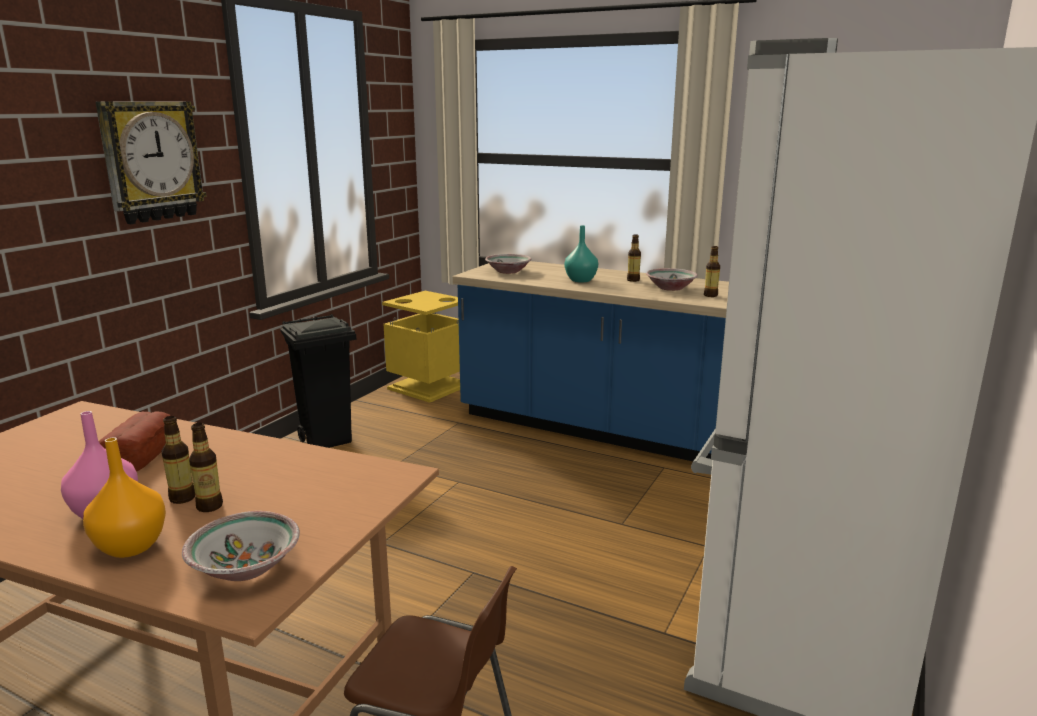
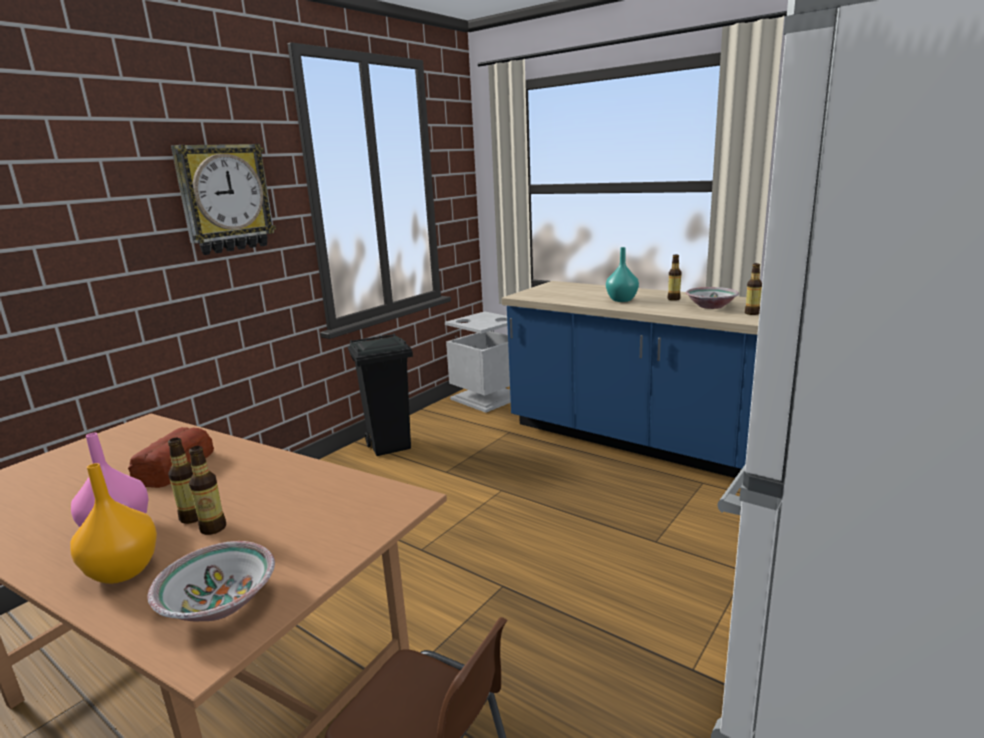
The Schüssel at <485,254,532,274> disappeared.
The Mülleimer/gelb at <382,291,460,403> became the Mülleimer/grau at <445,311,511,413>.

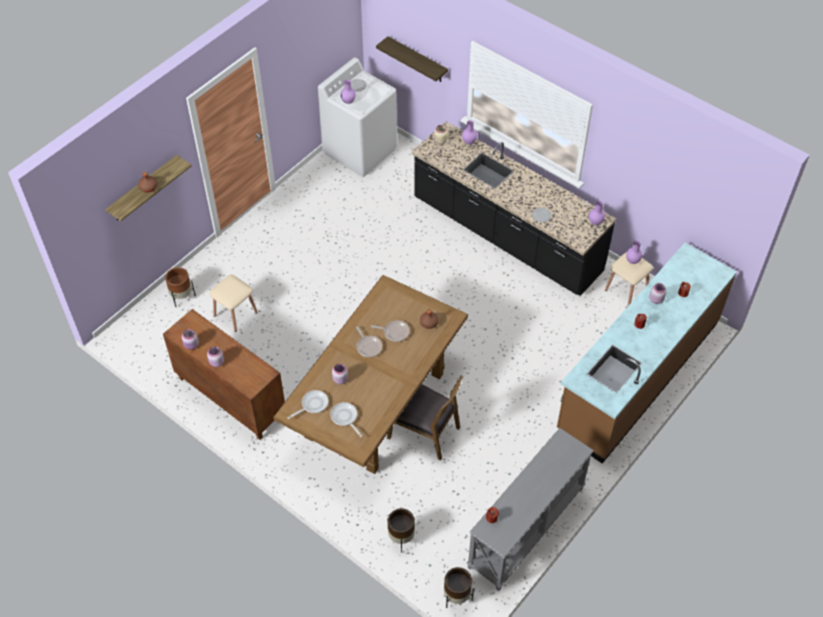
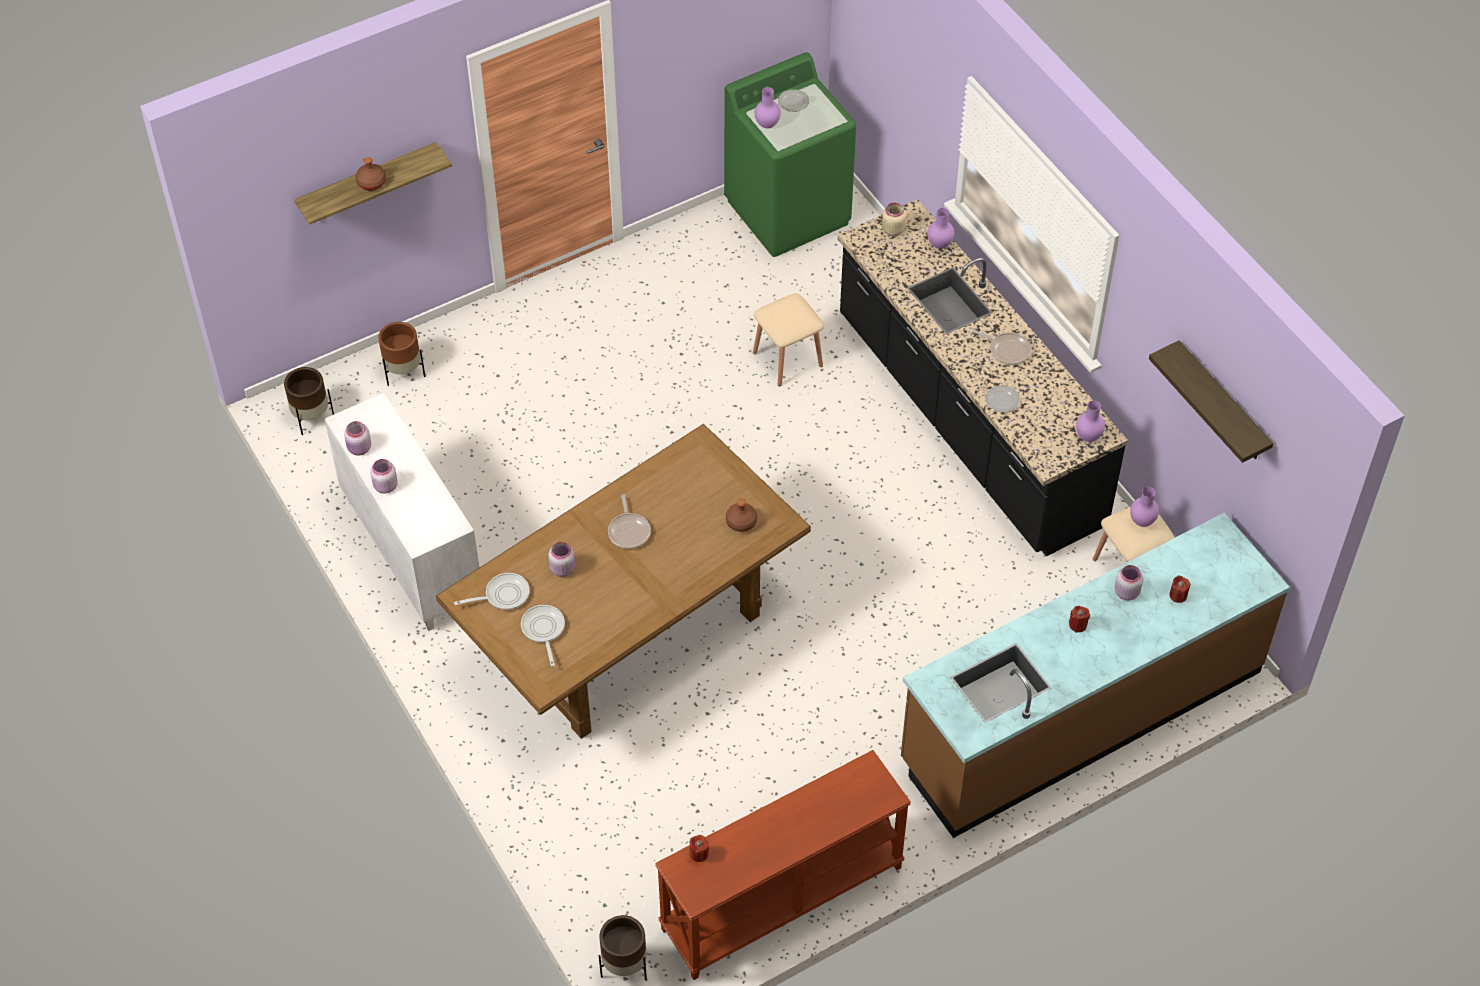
The Stuhl/braun at <387,376,463,460> disappeared.
The Hocker/beige moved from <209,275,258,332> to <753,293,824,386>.
The Pfanne moved from <371,320,410,342> to <973,329,1031,365>.
The Wandregal moved from <376,36,448,82> to <1149,340,1274,463>.
The Pflanzkübel/braun moved from <388,508,415,553> to <284,367,334,435>.
The Schrank/braun at <163,309,285,440> became the Schrank/weiß at <325,393,480,631>.
The Waschmaschine/weiß at <318,57,397,177> became the Waschmaschine/grün at <724,52,856,257>.
The Konsolentisch/grau at <467,428,594,591> became the Konsolentisch/braun at <655,750,911,980>.

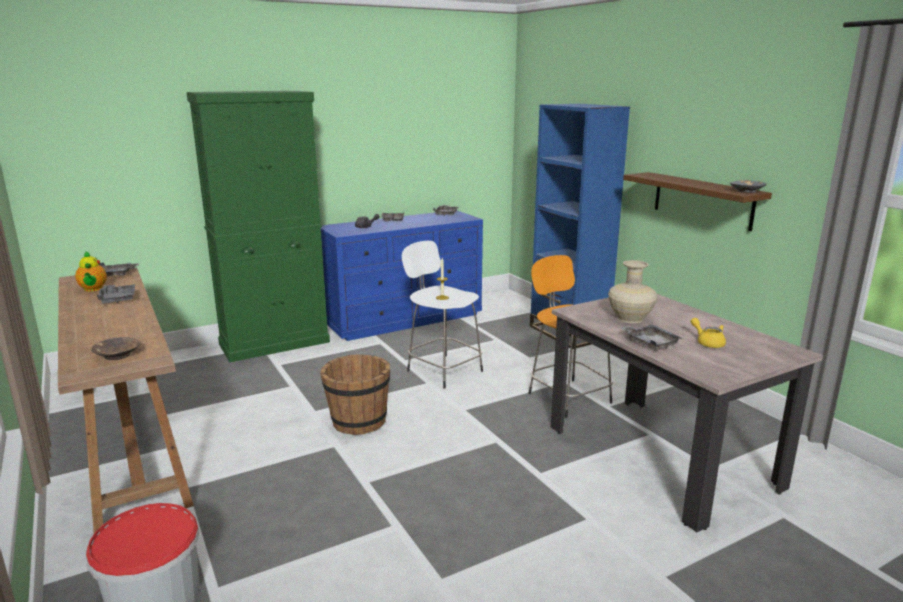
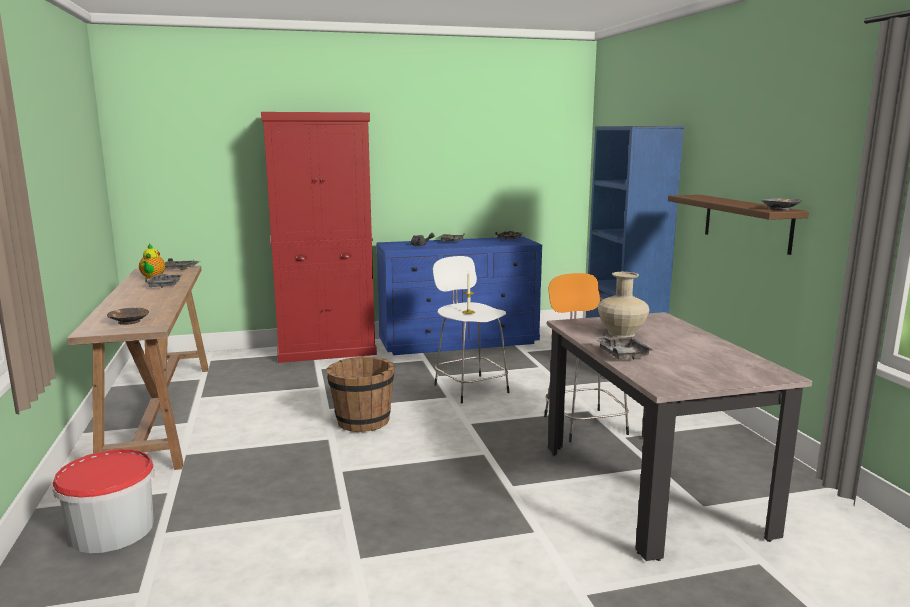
The Teekanne/gelb at <691,318,726,348> disappeared.
The Schrank/grün at <186,91,330,362> became the Schrank/rot at <261,112,377,363>.

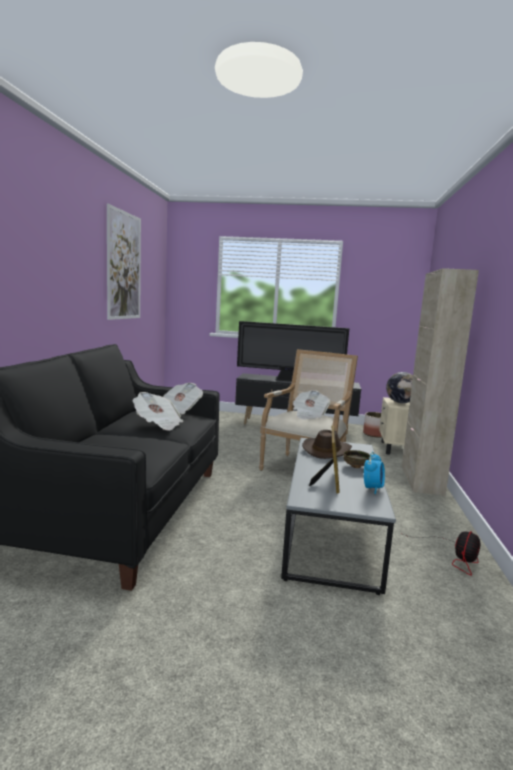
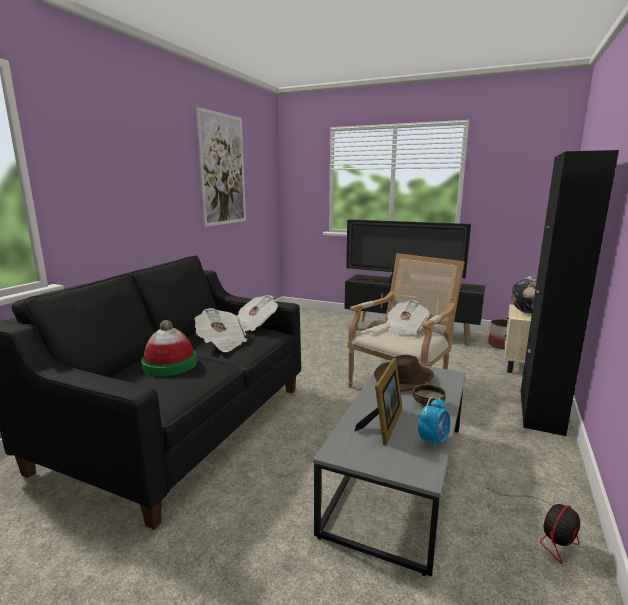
The Hut at <141,320,197,376> appeared.
The Schrank/beige at <402,268,479,496> became the Schrank/schwarz at <520,150,619,436>.

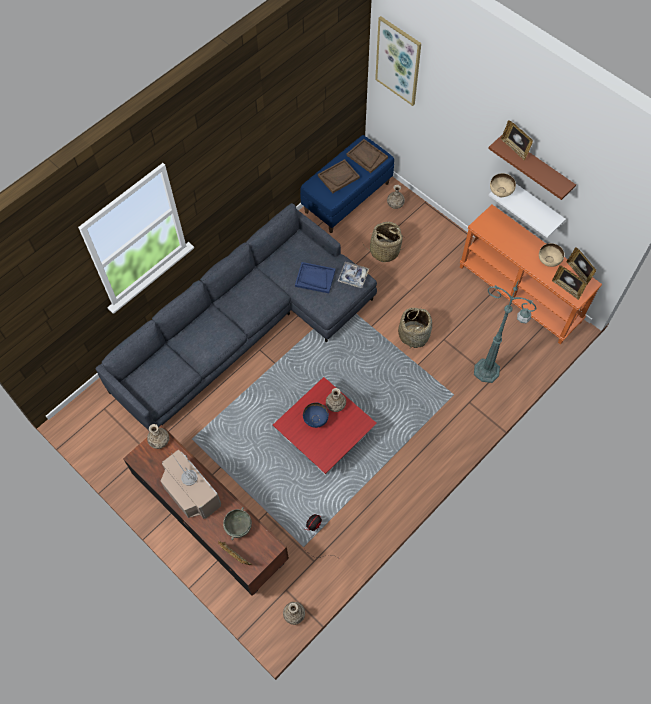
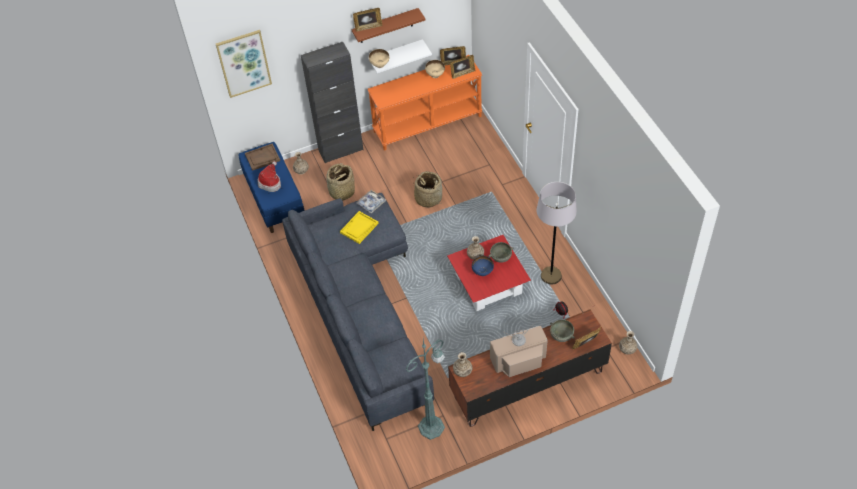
The Schrank/schwarz at <301,42,363,163> appeared.
The Schüssel/grau at <489,242,514,263> appeared.
The Stehlampe/grau at <536,182,577,285> appeared.
The Stehlampe/grün moved from <474,279,537,383> to <406,338,445,440>.
The Tablett/braun at <318,159,360,193> was replaced by the Hut at <257,161,281,192>.
The Tablett/blau at <295,262,336,293> became the Tablett/gelb at <340,211,379,244>.

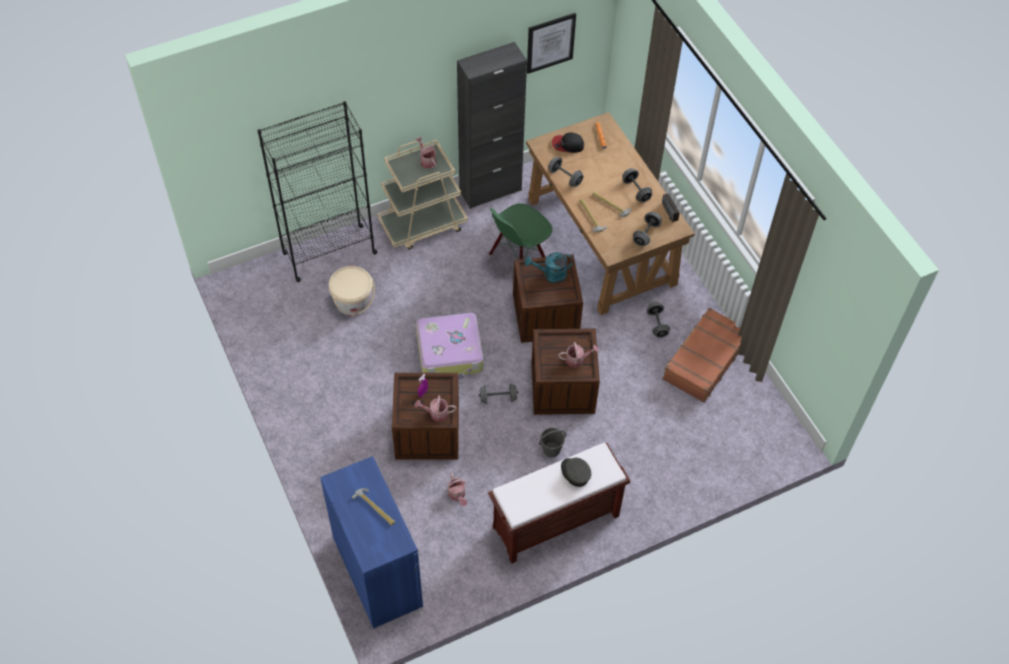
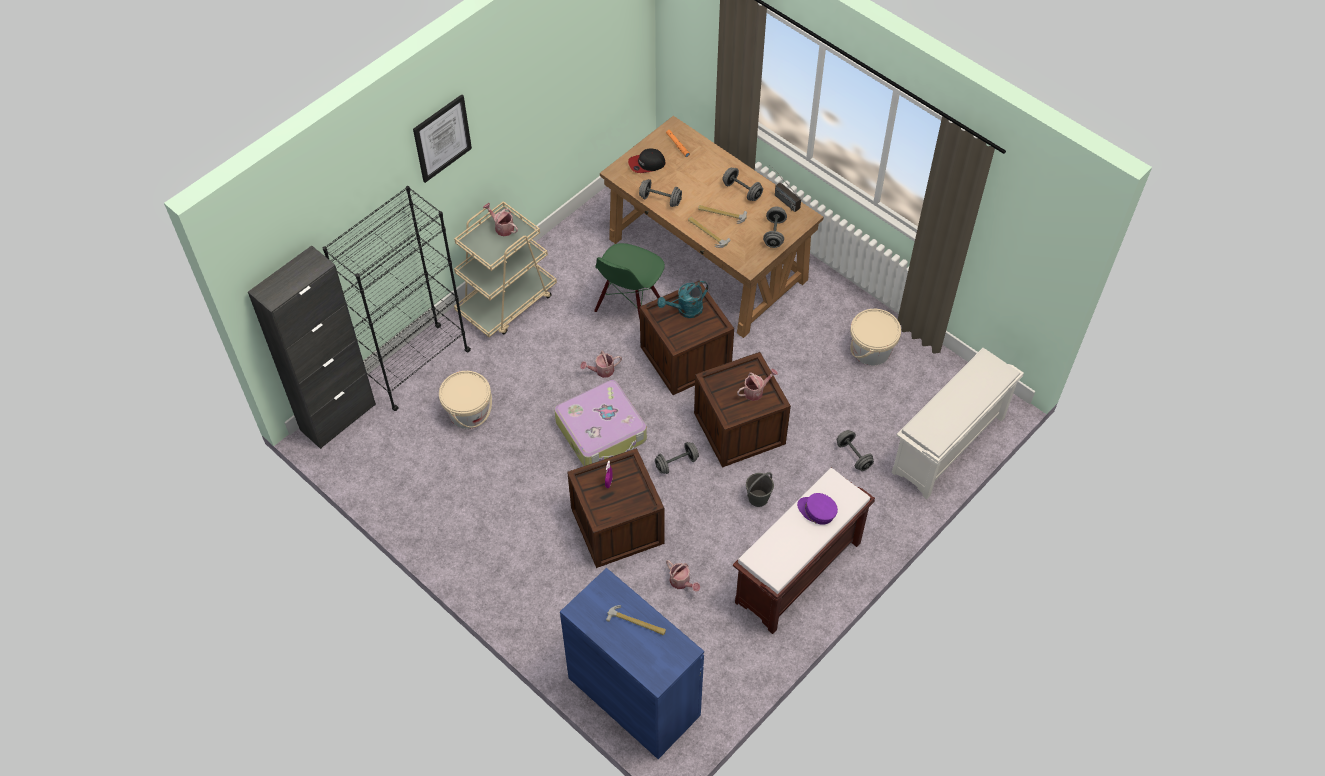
The Schuhregal/weiß at <892,348,1024,499> appeared.
The Gießkanne moved from <415,396,456,421> to <580,351,622,378>.
The Schrank/schwarz moved from <457,42,527,209> to <248,245,376,449>.
The Bild moved from <527,13,576,74> to <413,94,472,183>.
The Hantel/grau moved from <647,302,670,338> to <837,430,874,471>.
The Koffer/braun at <663,308,742,403> was replaced by the Eimer/beige at <850,309,901,366>.
The Kappe/grau at <561,458,591,487> became the Kappe/lila at <797,493,838,525>.

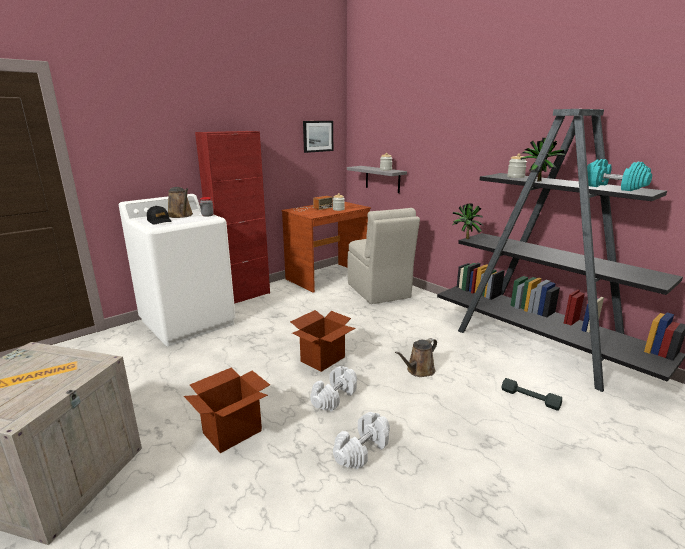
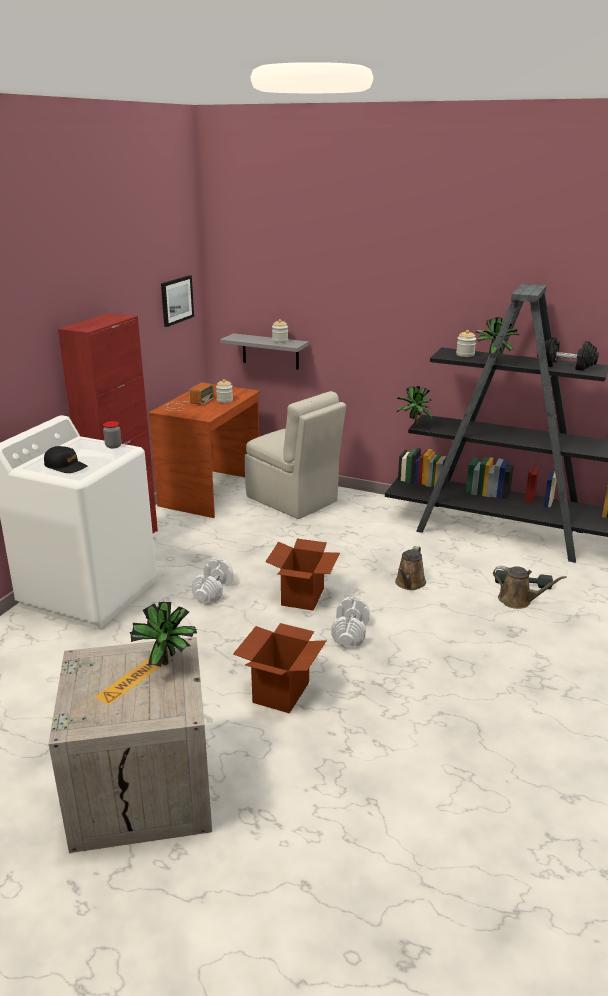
The Topfpflanze at <130,602,197,667> appeared.
The Gießkanne/braun moved from <168,187,193,218> to <493,566,567,609>.
The Hantel/weiß moved from <333,412,390,469> to <192,558,234,602>.
The Hantel/türkis at <587,159,652,191> became the Hantel/schwarz at <537,337,599,371>.

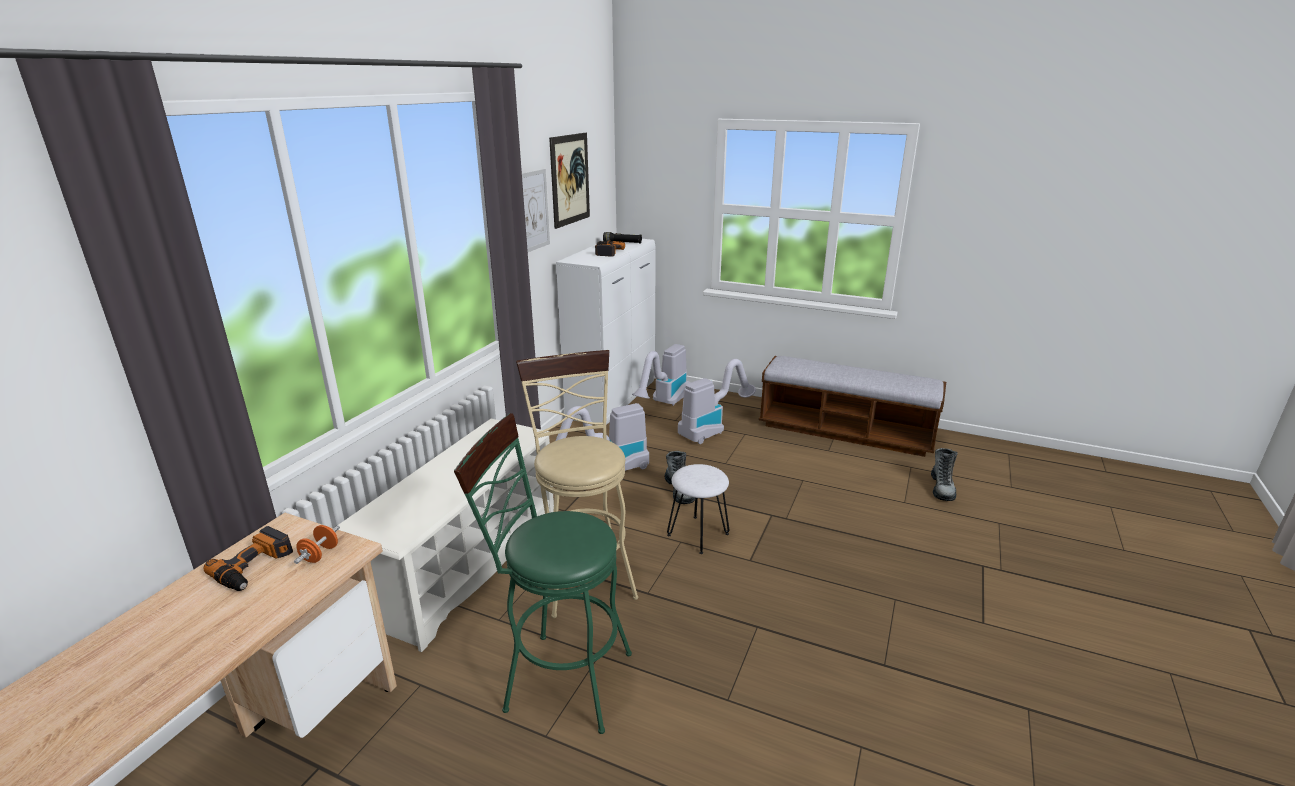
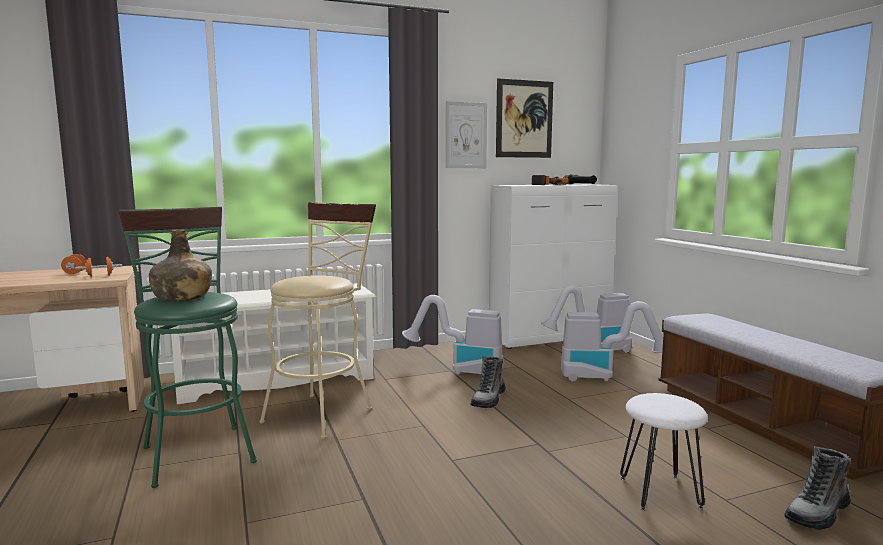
The Flasche/grün at <149,229,212,301> appeared.
The Hocker/weiß moved from <667,464,729,554> to <620,393,708,511>.
The Bohrmaschine at <203,526,293,591> was replaced by the Hantel/orange at <61,254,86,274>.

